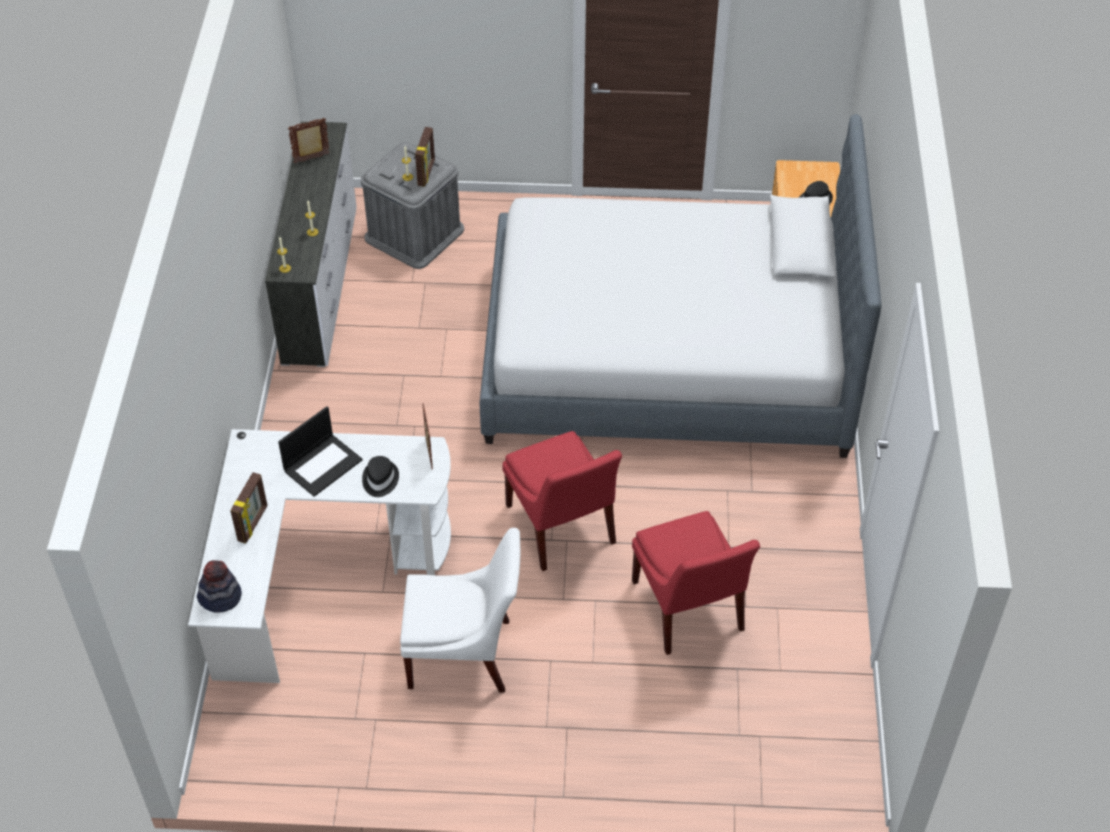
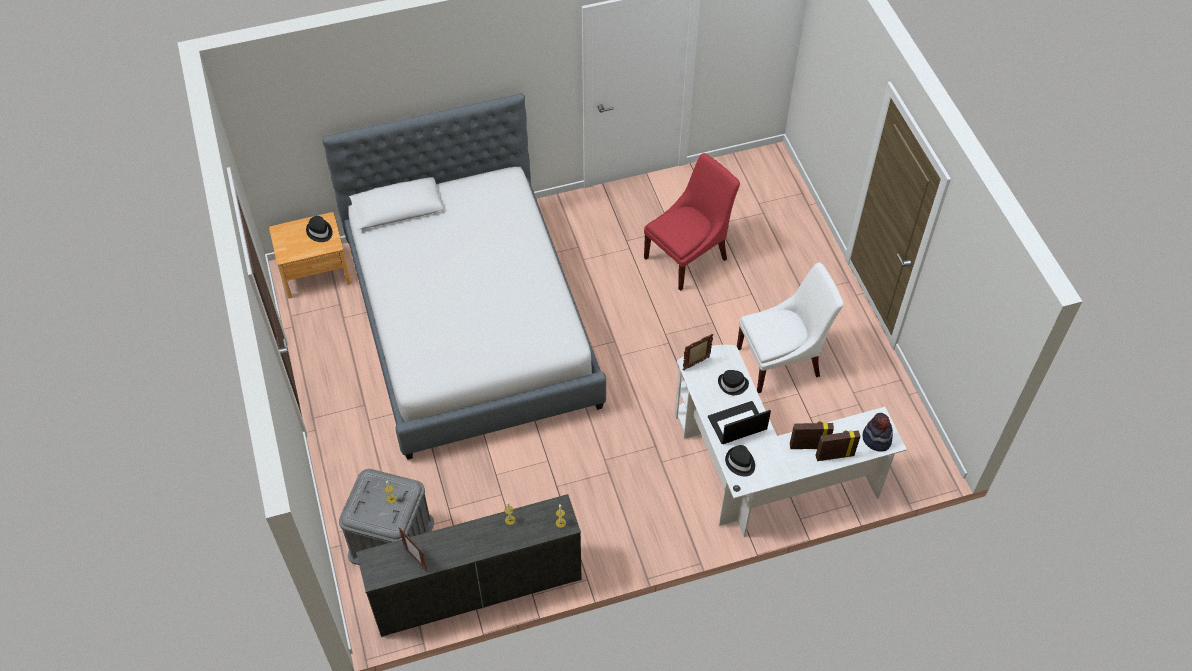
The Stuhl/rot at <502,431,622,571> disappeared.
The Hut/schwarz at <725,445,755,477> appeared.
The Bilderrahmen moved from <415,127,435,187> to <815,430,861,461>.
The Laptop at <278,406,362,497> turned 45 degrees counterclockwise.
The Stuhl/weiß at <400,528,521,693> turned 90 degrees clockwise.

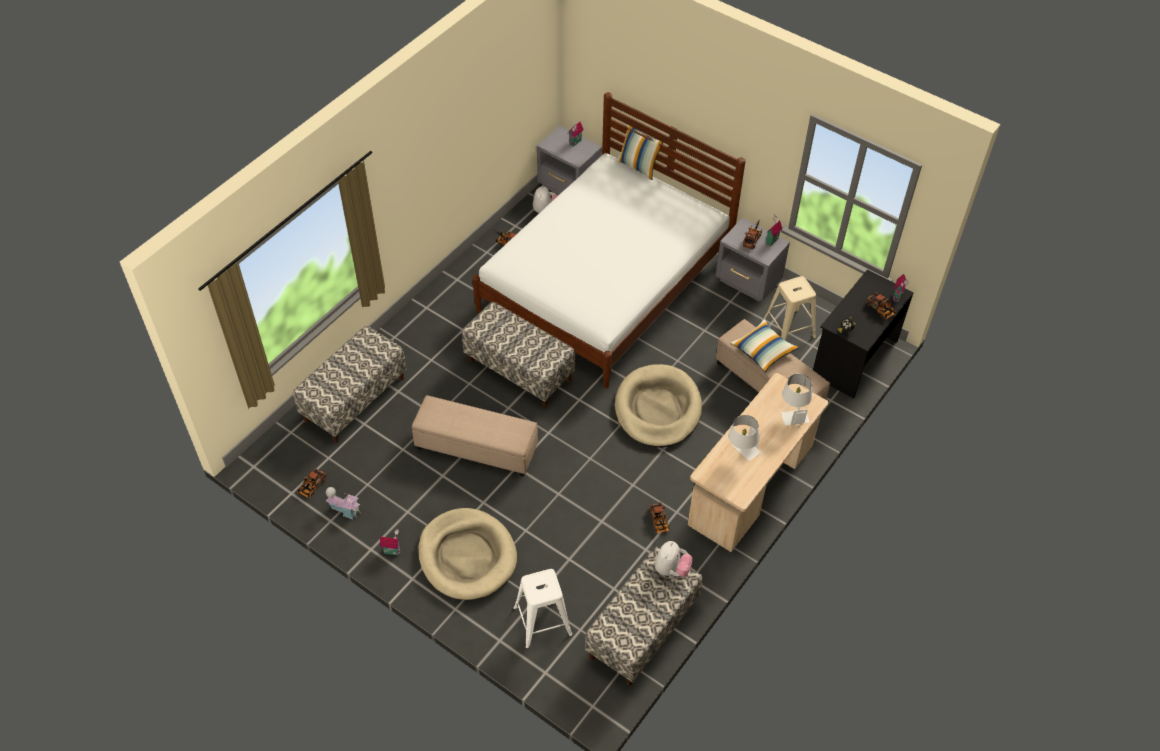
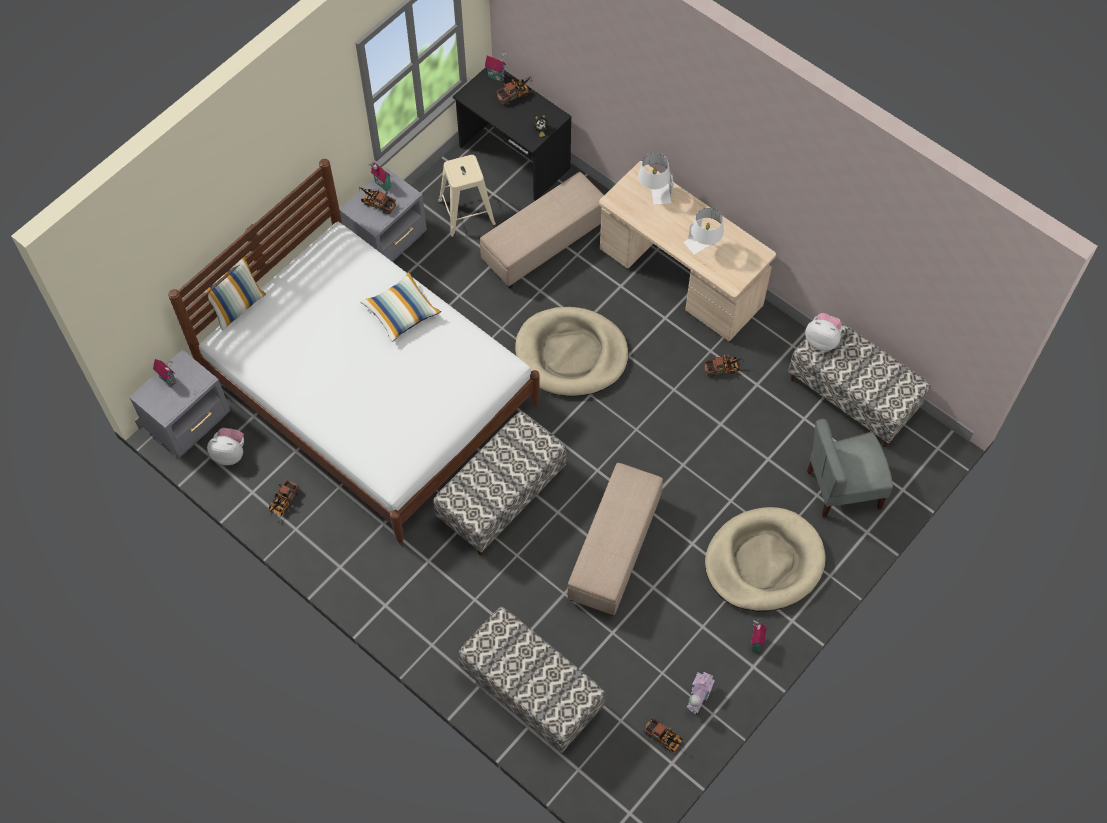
The Kissen moved from <731,320,799,372> to <360,272,441,342>.
The Hocker/weiß at <513,569,573,649> was replaced by the Stuhl/grau at <807,419,893,518>.

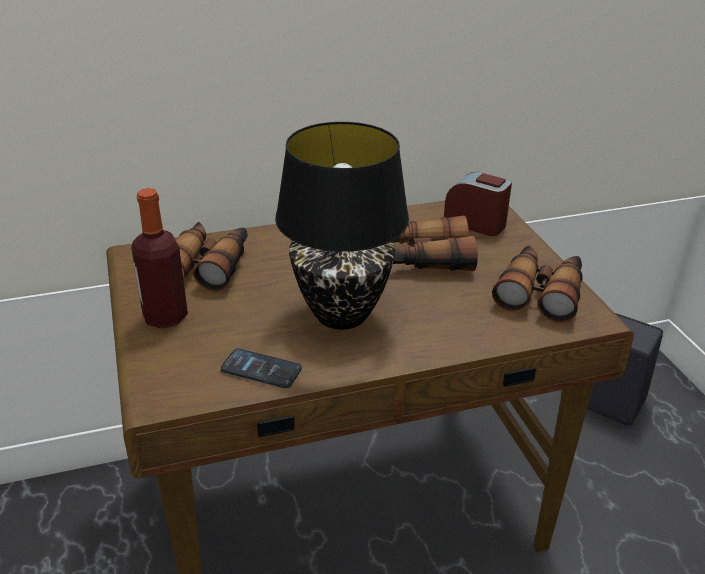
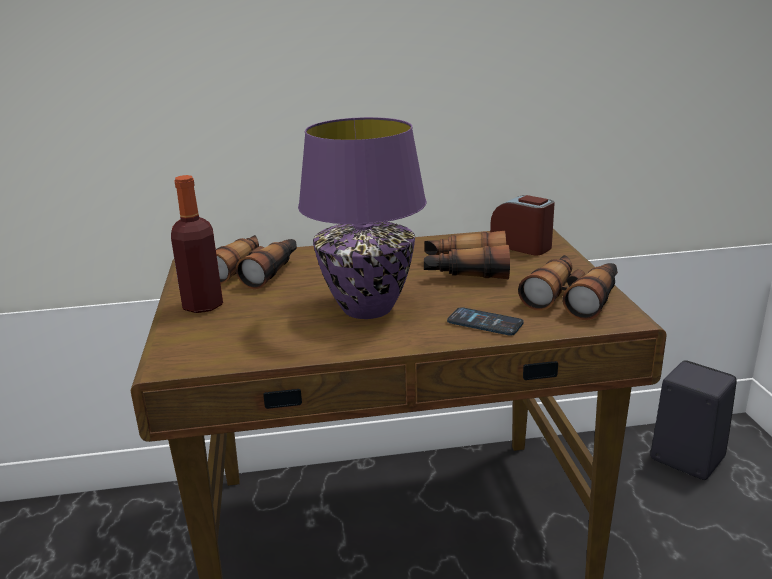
The Handy moved from <221,349,302,388> to <447,307,524,336>.
The Tischlampe/schwarz at <275,122,409,330> became the Tischlampe/lila at <298,117,427,319>.

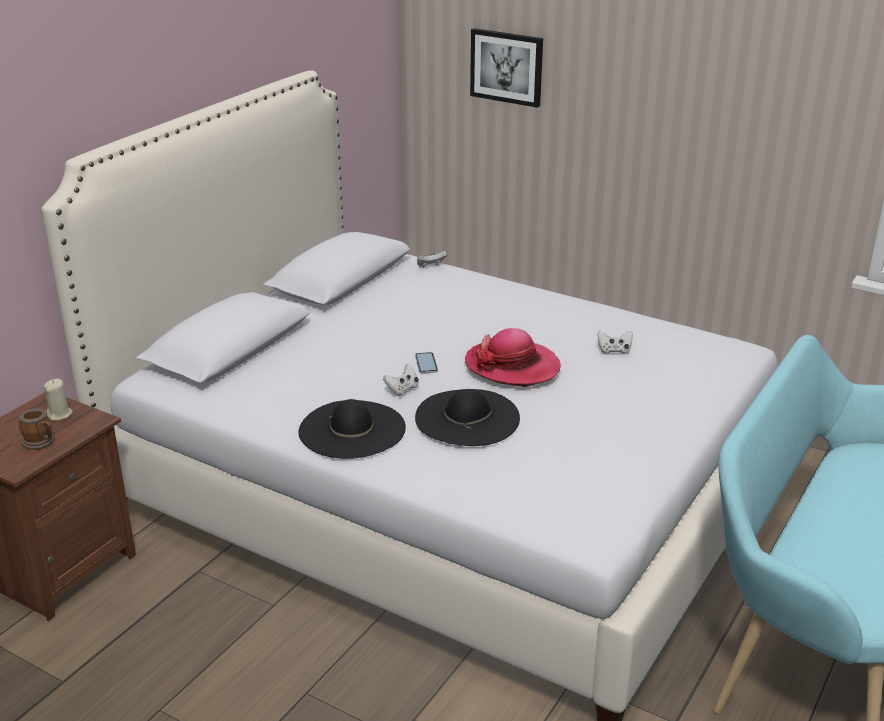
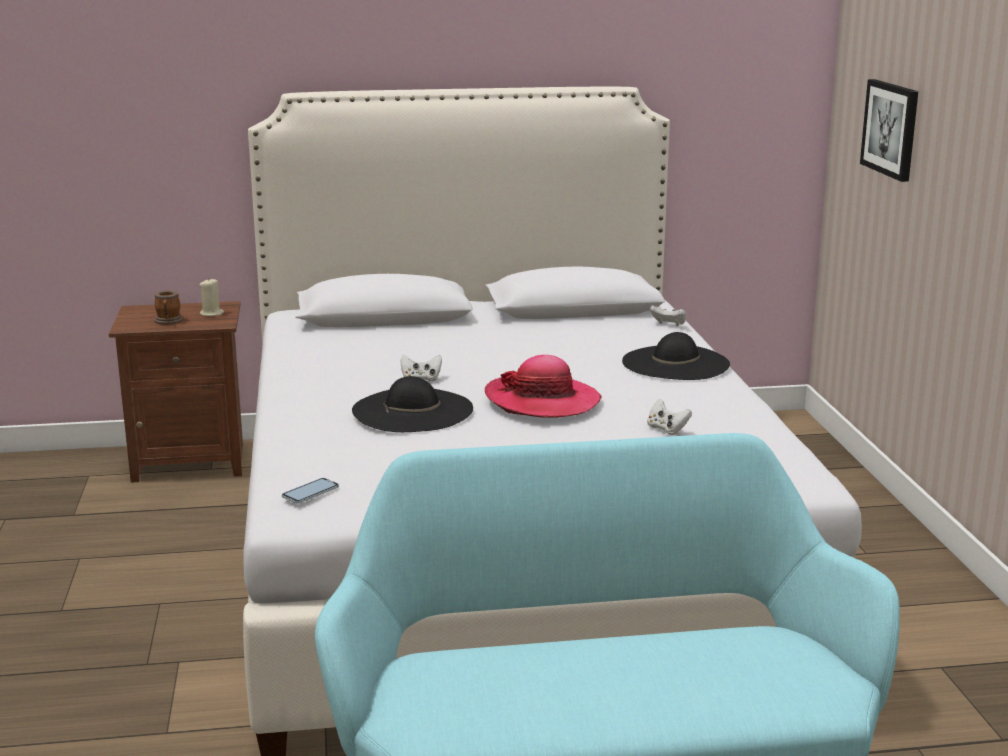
The Hut/schwarz moved from <298,399,406,459> to <622,332,730,380>.
The Handy moved from <415,352,438,373> to <282,478,339,503>.

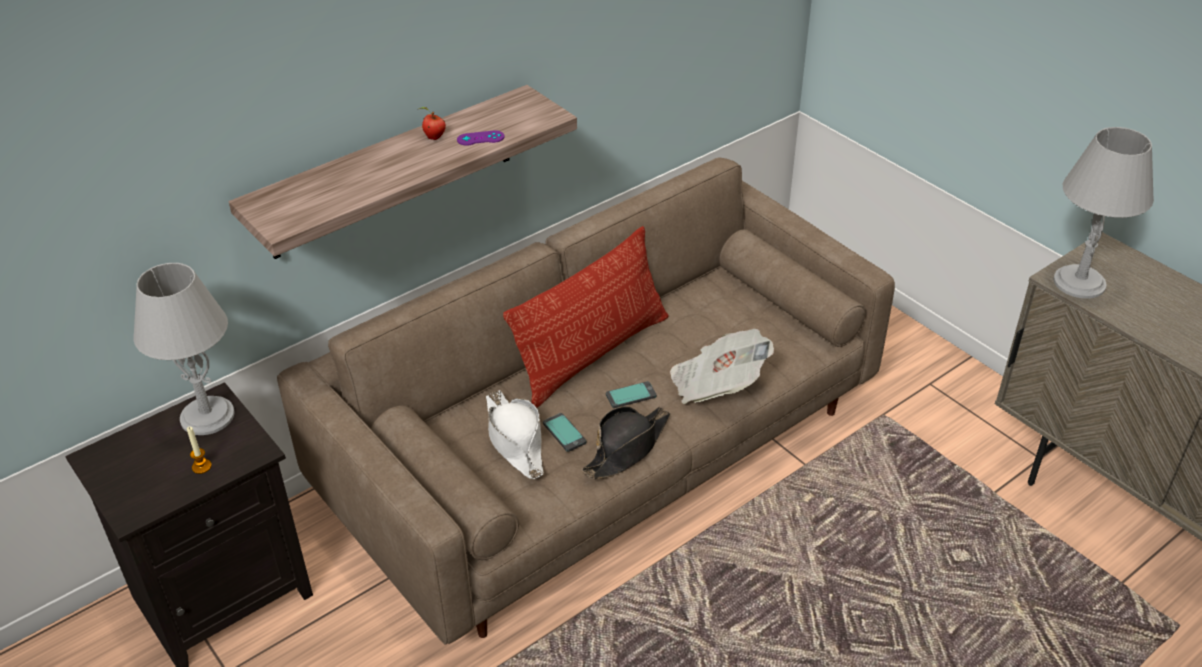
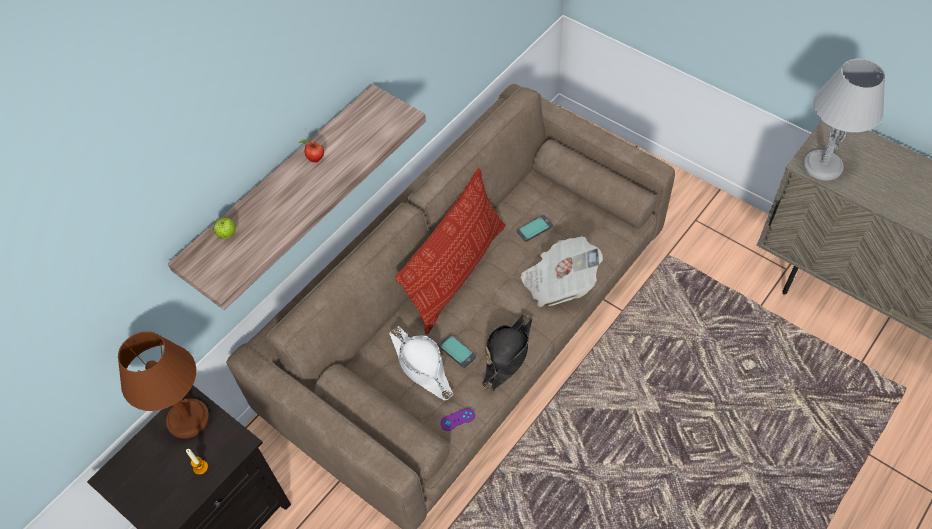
The Apfel at <213,218,236,239> appeared.
The Gamepad/lila moved from <457,130,504,146> to <440,408,475,431>.
The Handy moved from <606,381,656,408> to <517,215,553,242>.
The Tischlampe/grau at <134,263,234,435> became the Tischlampe/braun at <118,331,209,439>.

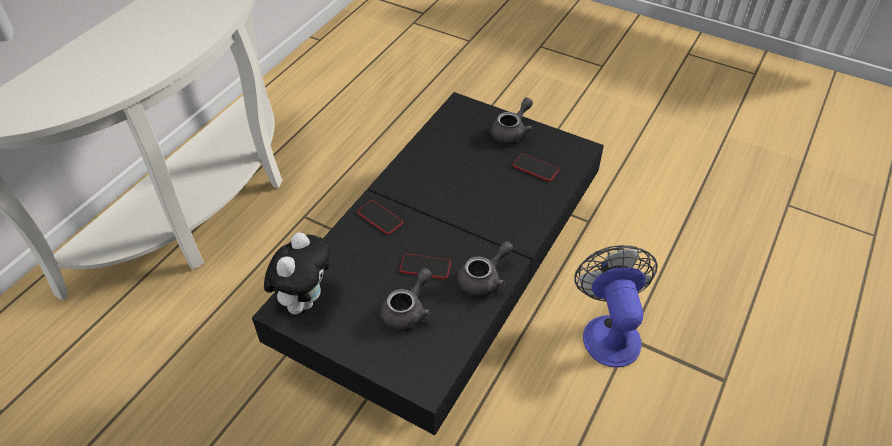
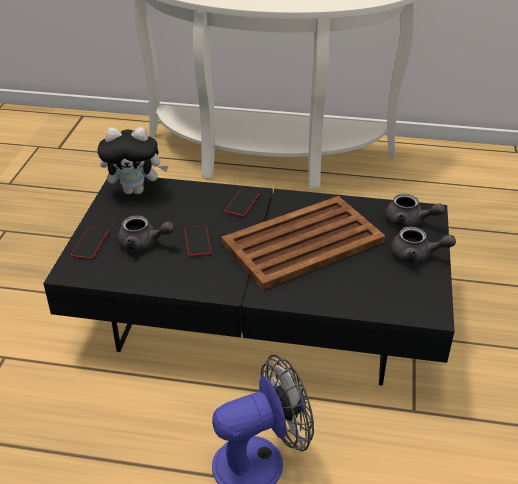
The Tablett/braun at <221,196,386,290> appeared.
The Teekanne/grau moved from <457,241,513,297> to <385,194,445,228>.
The Handy moved from <512,153,559,181> to <71,227,109,259>.

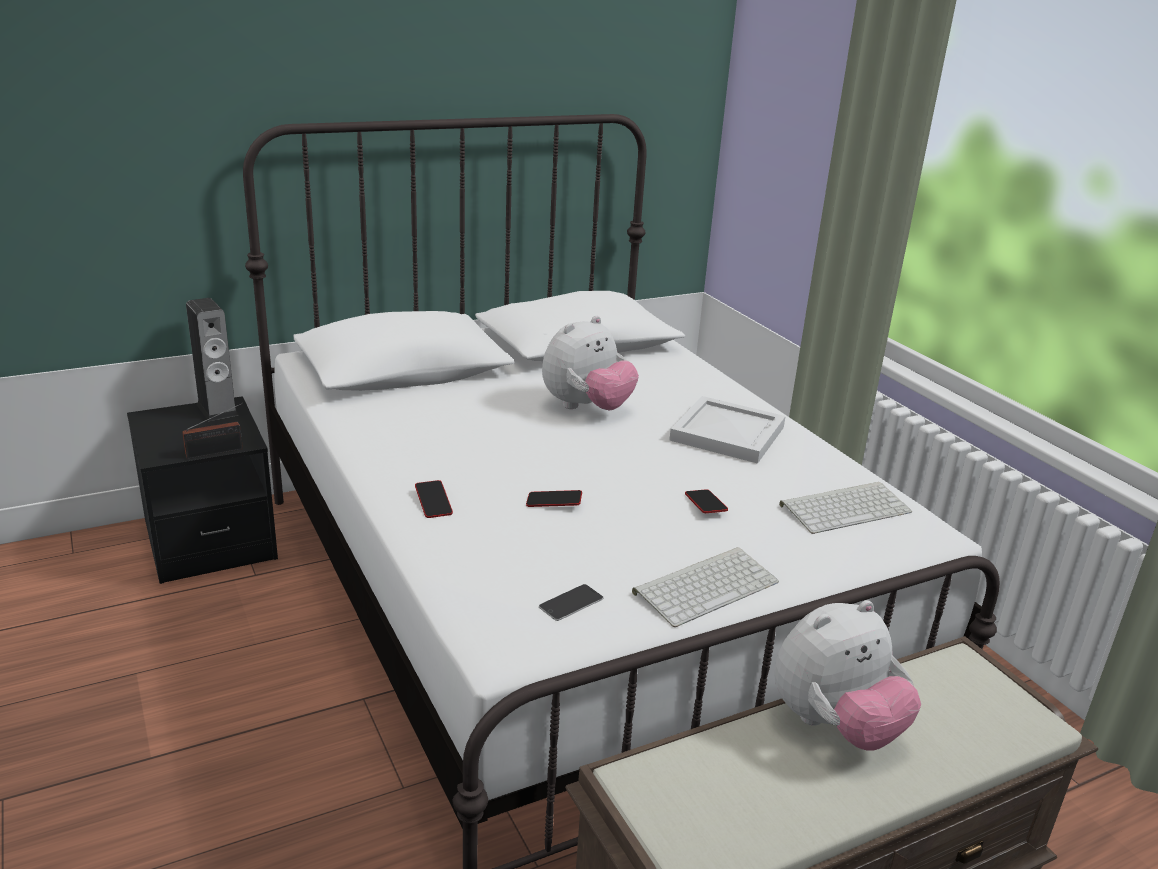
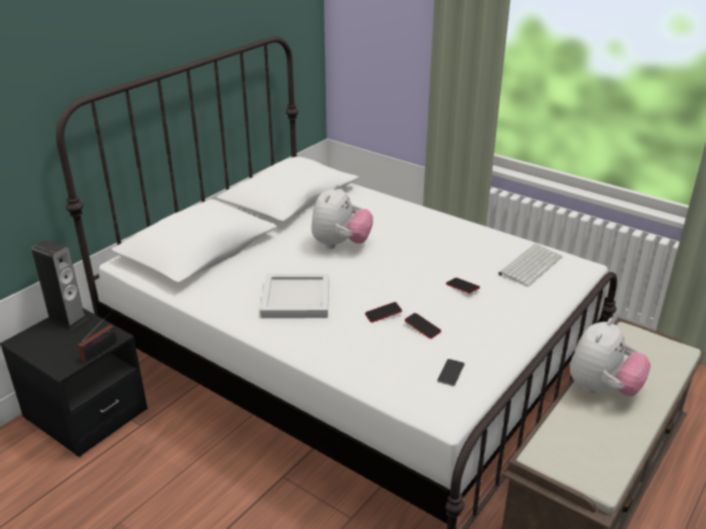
The Tastatur at <632,547,779,627> disappeared.
The Handy moved from <415,480,453,518> to <405,313,441,339>.
The Tablett/weiß moved from <669,396,786,464> to <260,274,329,318>.

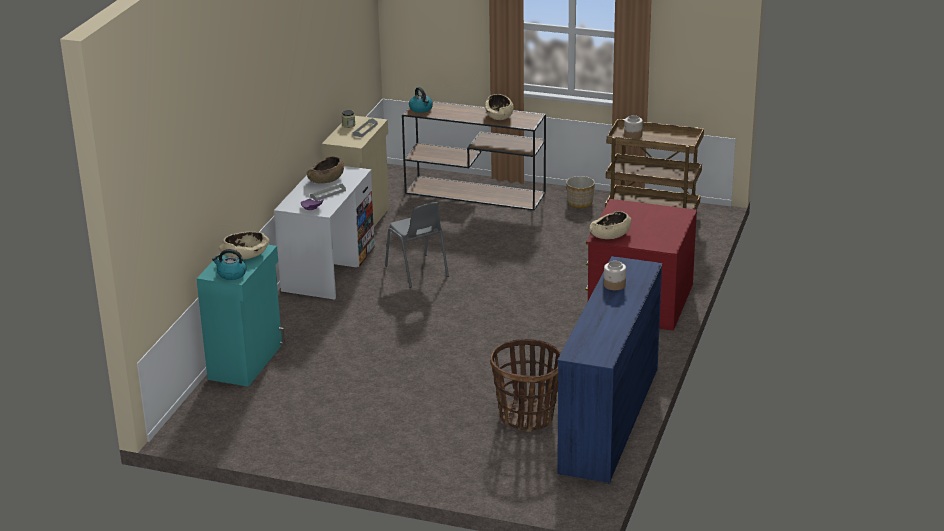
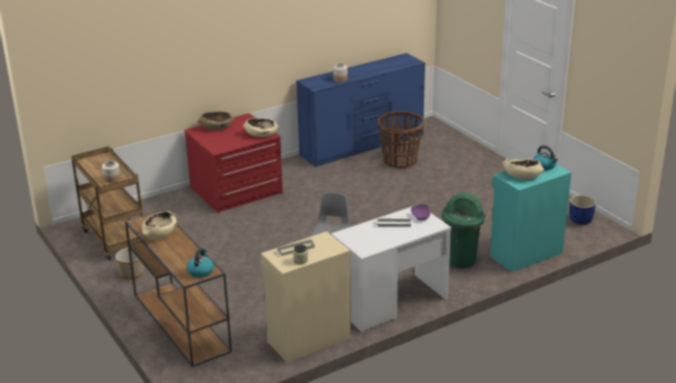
The Mülleimer/grün at <442,193,485,268> appeared.
The Pflanzkübel/blau at <569,195,596,225> appeared.
The Schüssel/braun moved from <307,156,344,183> to <198,111,234,130>.

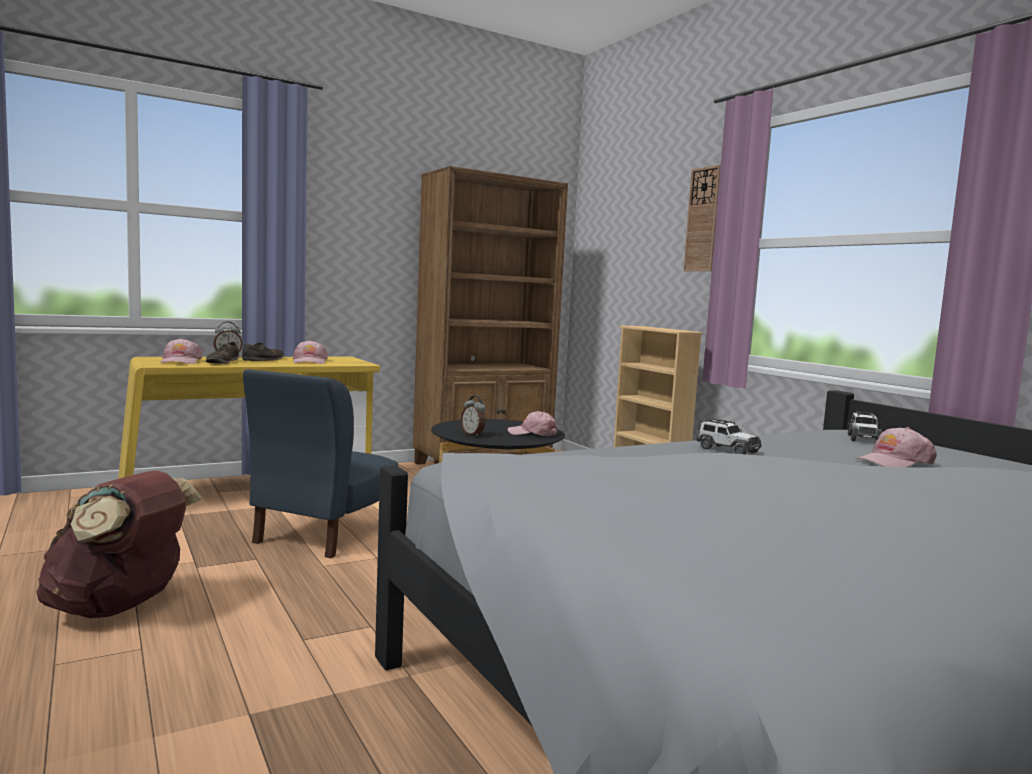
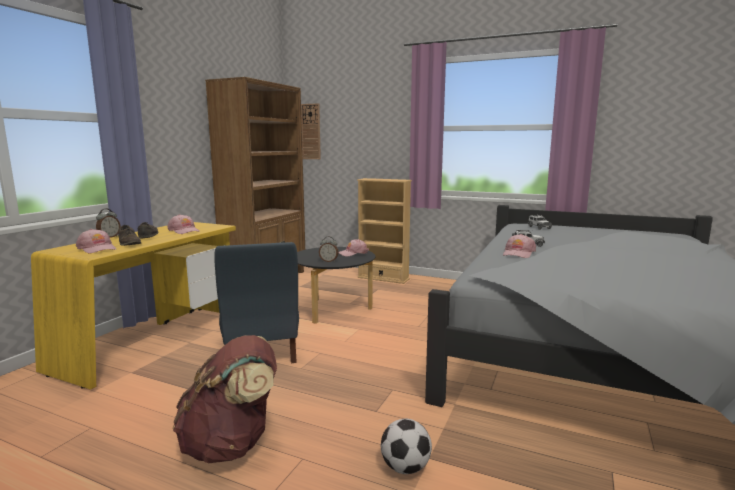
The Fußball at <381,419,432,474> appeared.
The Wanduhr moved from <683,165,721,271> to <301,103,321,159>.
The Kappe/rosa moved from <855,427,937,467> to <503,234,536,258>.

